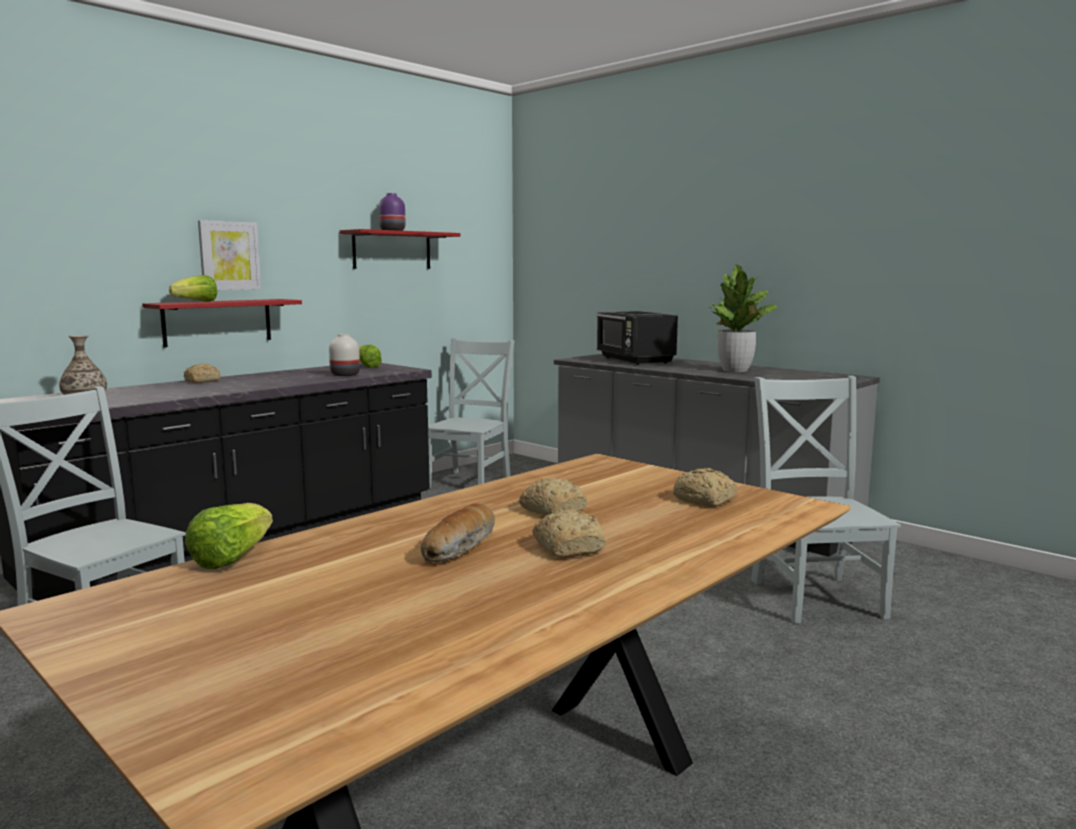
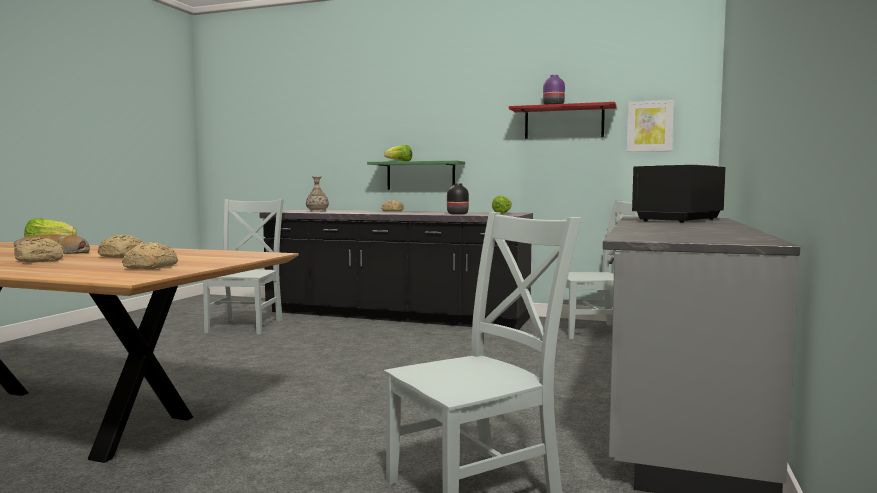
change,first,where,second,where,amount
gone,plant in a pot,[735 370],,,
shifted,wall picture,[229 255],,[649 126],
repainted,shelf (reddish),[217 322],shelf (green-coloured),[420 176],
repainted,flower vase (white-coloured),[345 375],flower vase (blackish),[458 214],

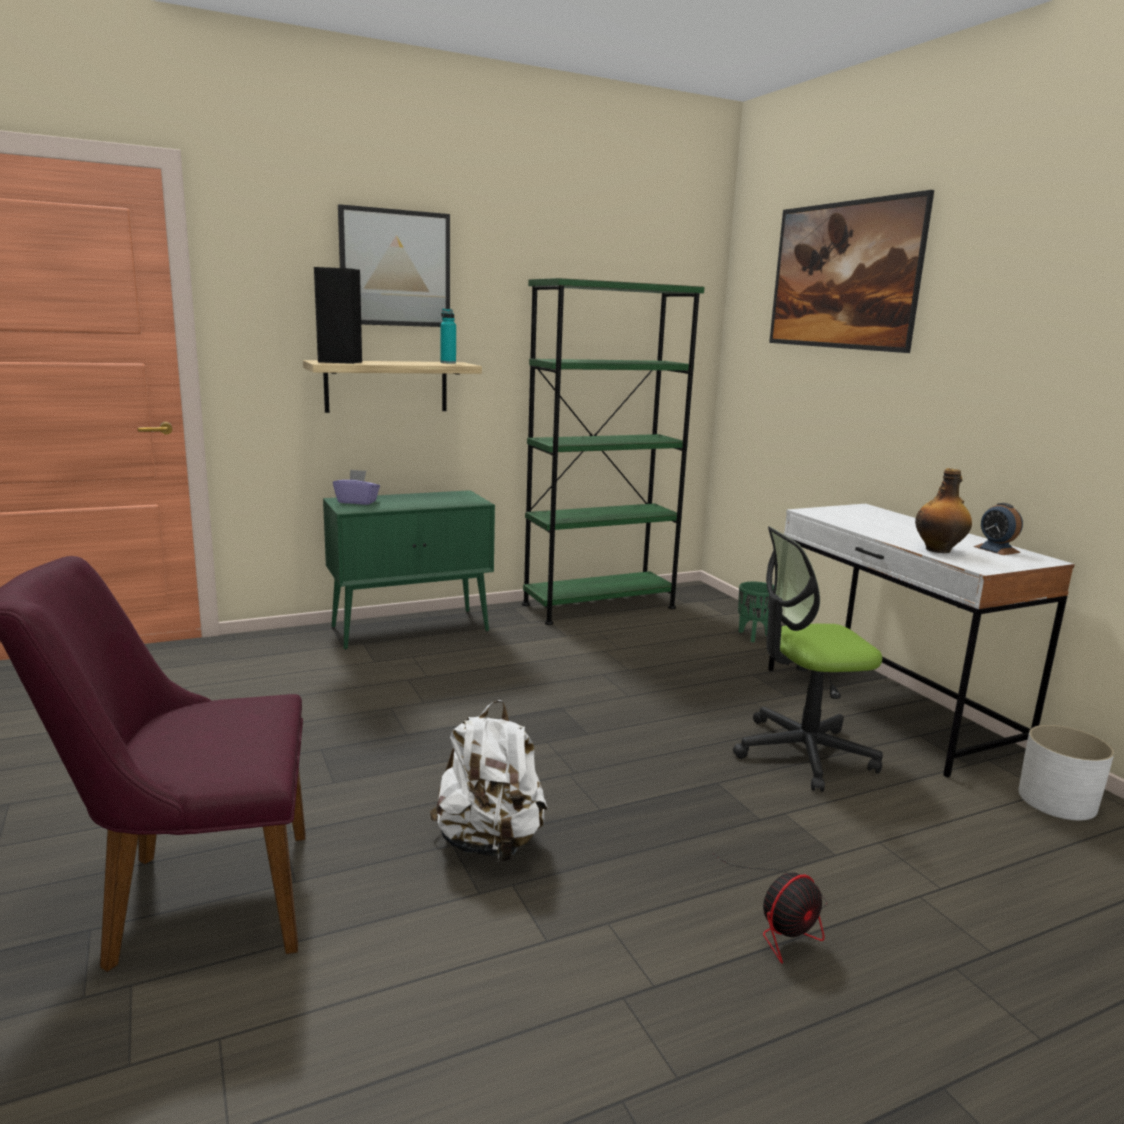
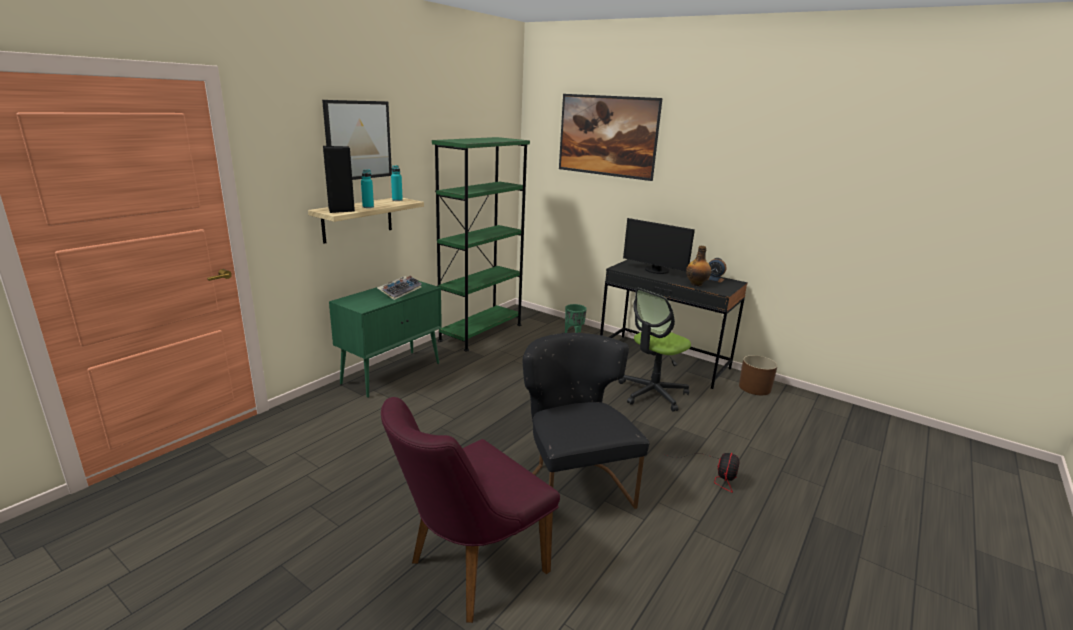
change,first,where,second,where,amount
gone,box of tissues (purple),[357 502],,,
new,,,bottle (turquoise),[368 207],
new,,,keyboard,[400 291],
new,,,computer display,[656 271],
swapped,knapsack (white-coloured),[490 843],upright chair (blackish),[573 484],
repainted,desk unit (white-coloured),[887 709],desk unit (blackish),[663 360],
repainted,plant pot (white-coloured),[1057 801],plant pot (brownish),[755 388],

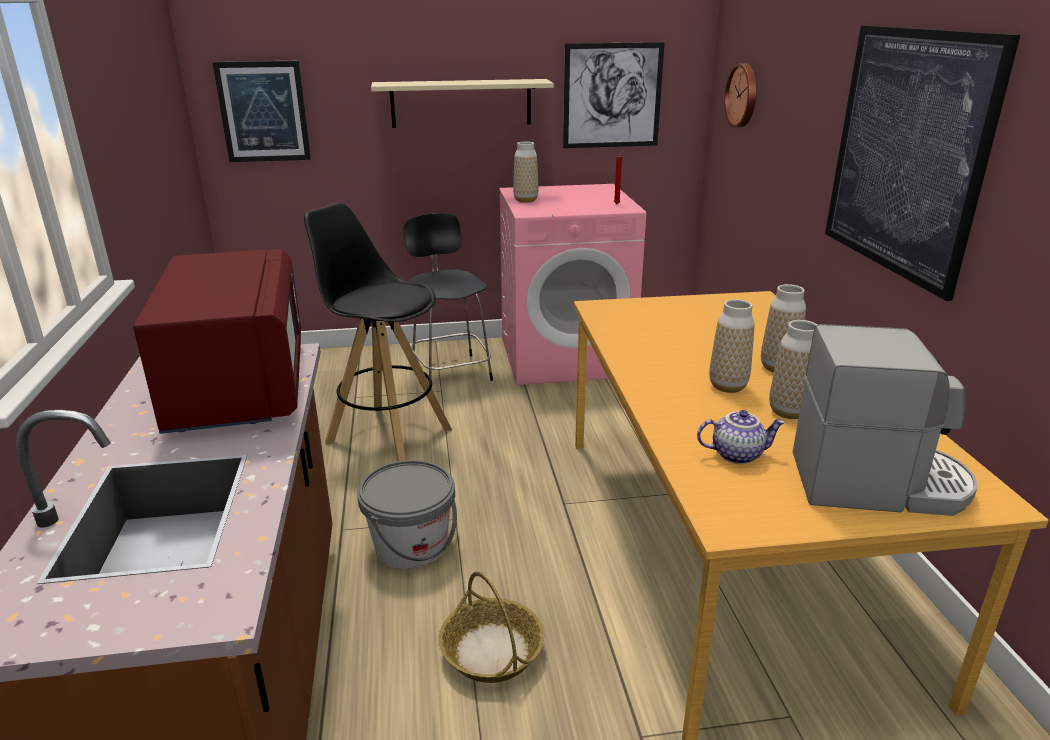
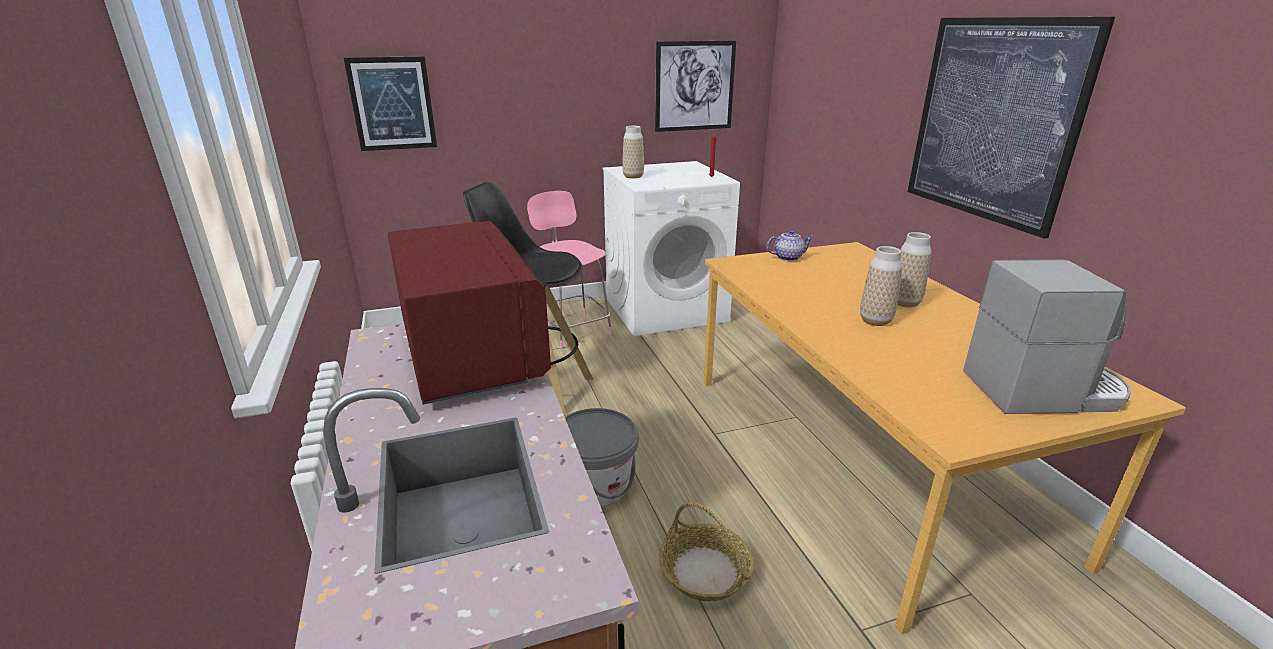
change,first,where,second,where,amount
gone,shelf (sand-coloured),[461 103],,,
gone,clock on the wall,[743 95],,,
gone,flower vase,[789 412],,,
shifted,tea pot,[737 454],,[788 257],
repainted,upright chair (blackish),[450 371],upright chair (pink),[572 329],
repainted,laundry machine (pink),[566 357],laundry machine (white-coloured),[666 309],

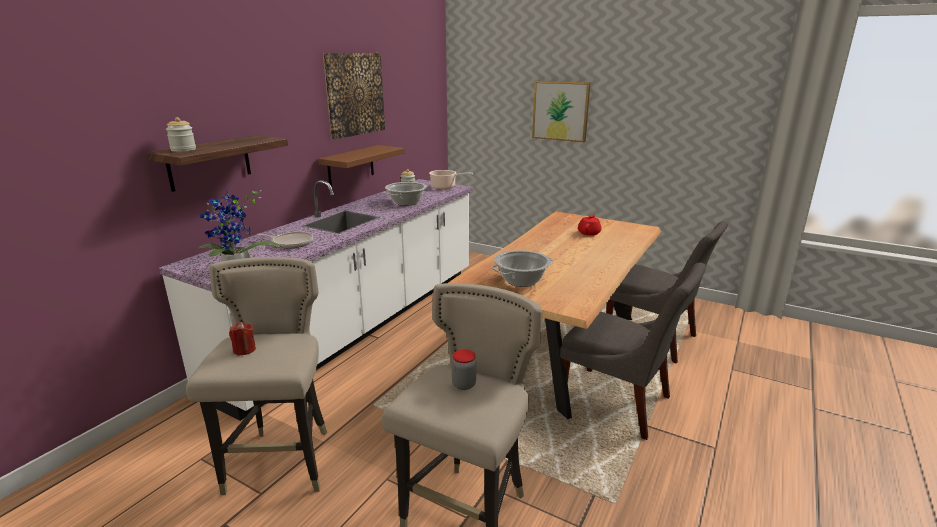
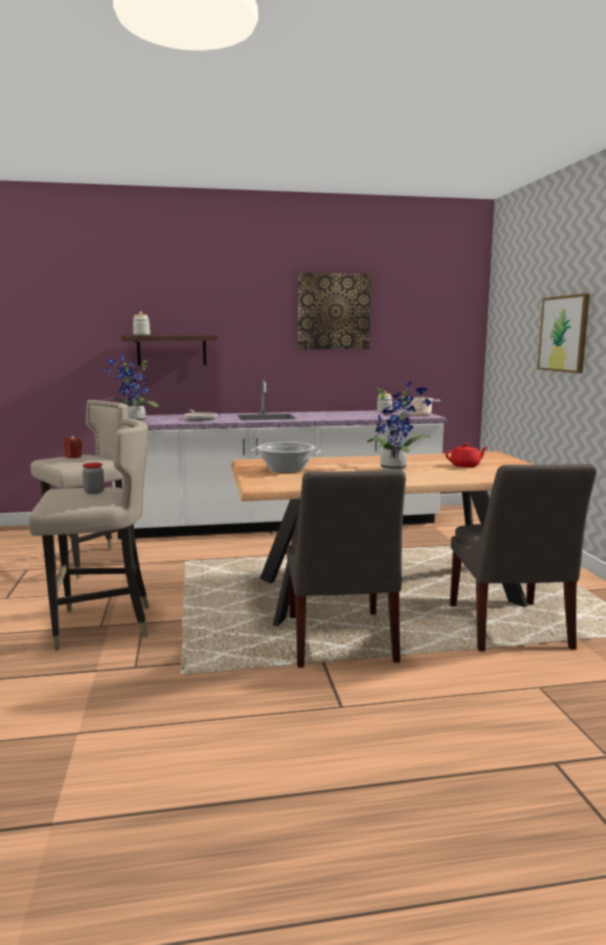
change,first,where,second,where,amount
gone,shelf (brownish),[351 166],,,
gone,cooking pot,[406 202],,,
new,,,plant in a pot,[396 469],

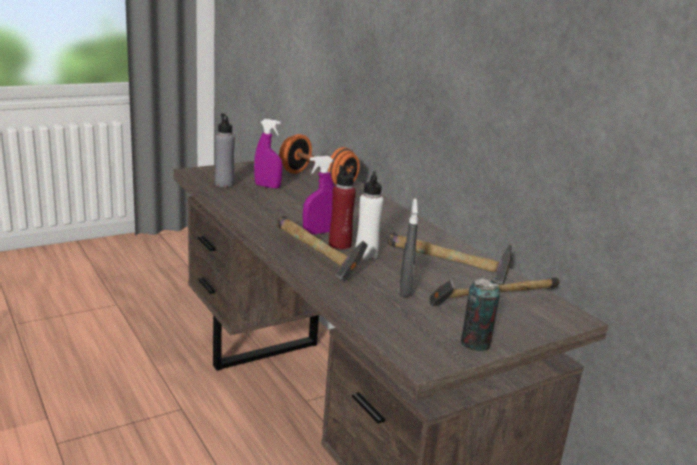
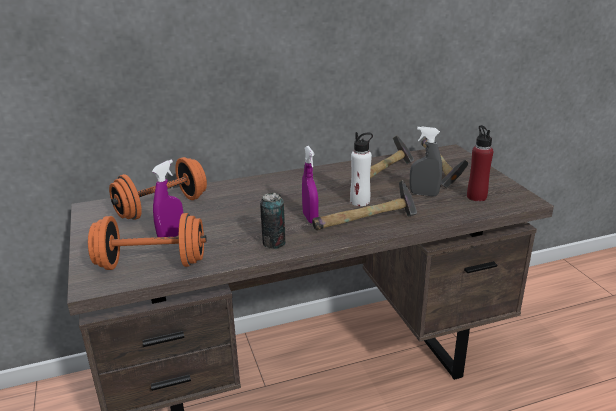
change,first,where,second,where,amount
shifted,bottle (reddish),[340 244],,[476 197],
shifted,sealed can,[475 343],,[274 243],
swapped,bottle (greyish),[224 184],dumbbell (orange),[151 263],

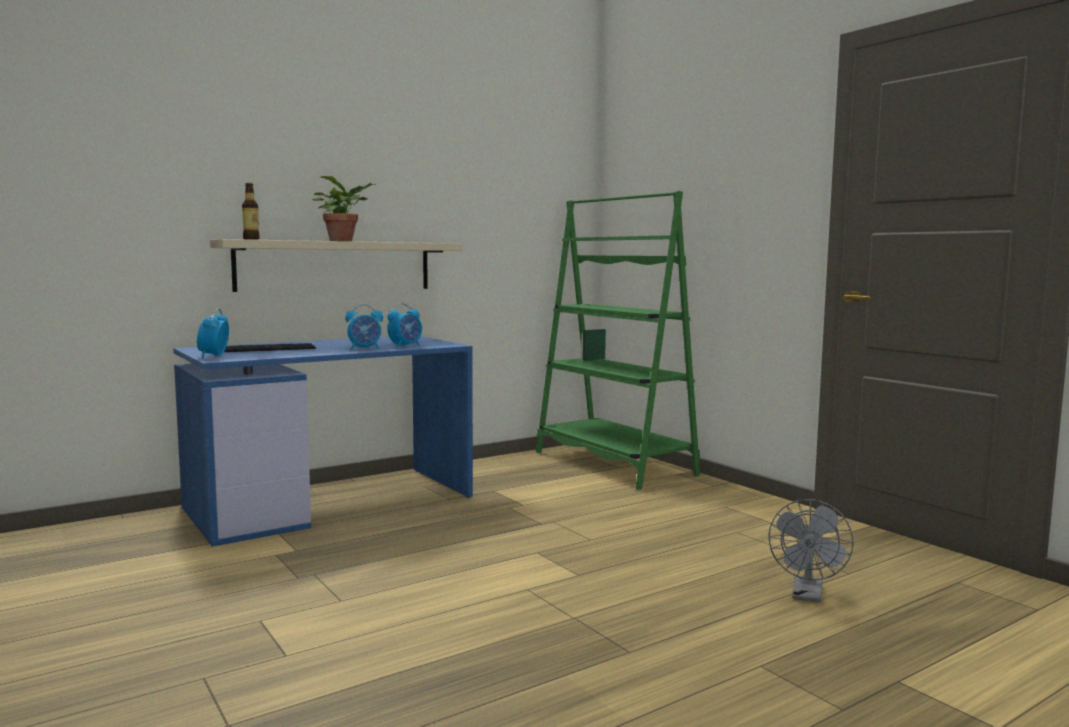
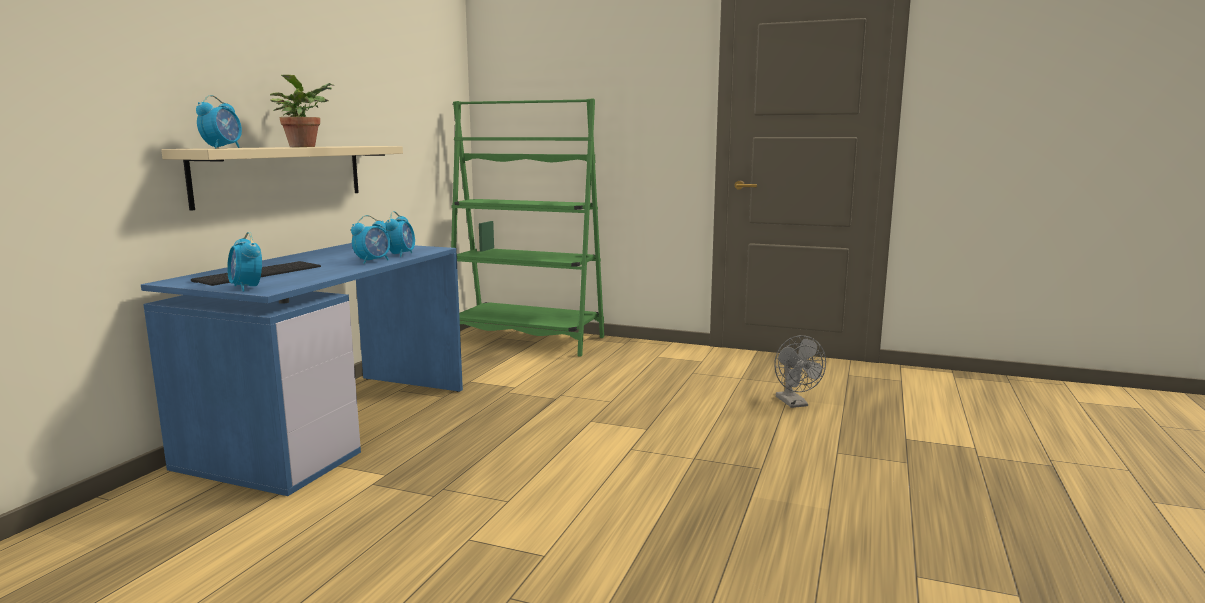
change,first,where,second,where,amount
swapped,bottle,[251 239],bedside clock,[223 148],

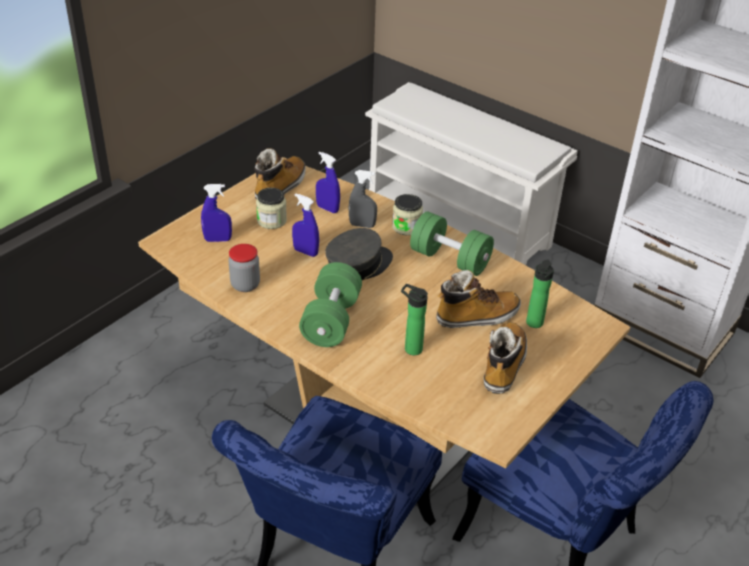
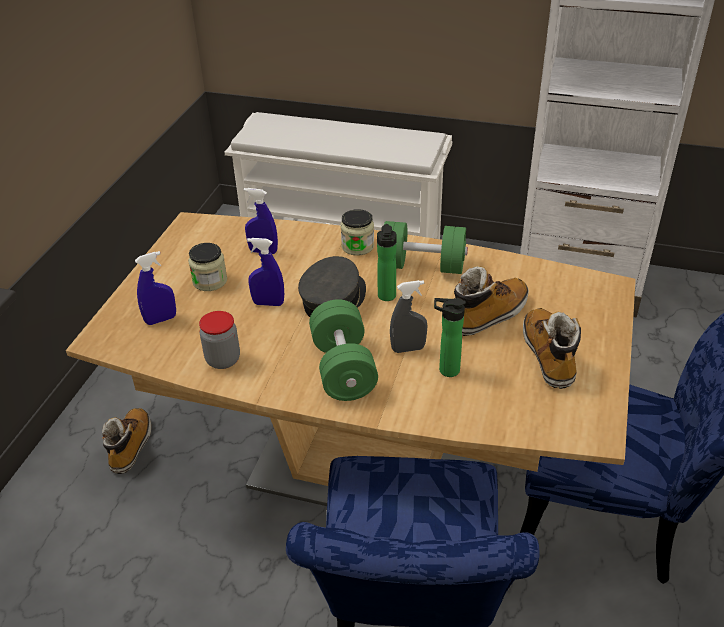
change,first,where,second,where,amount
shifted,boot,[280 187],,[131 446],
shifted,hand sprayer (greyish),[362 225],,[408 349],
shifted,bottle,[533 324],,[387 297],

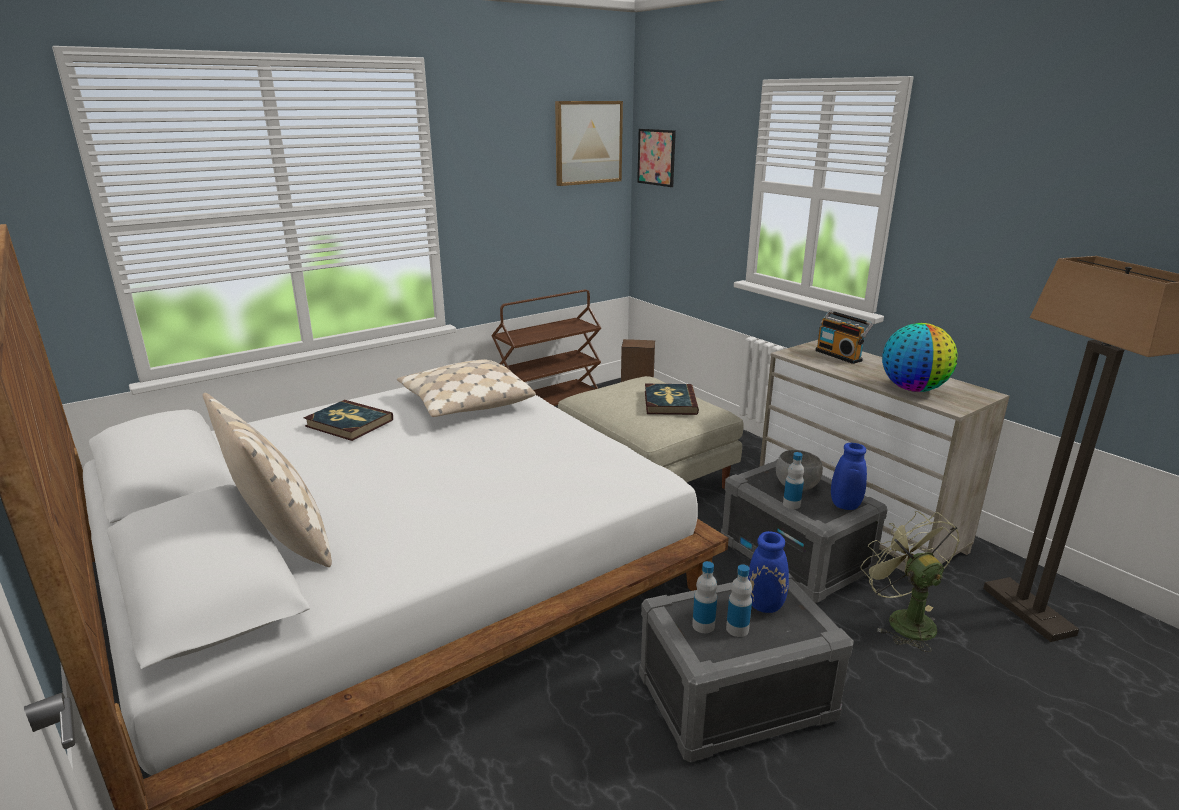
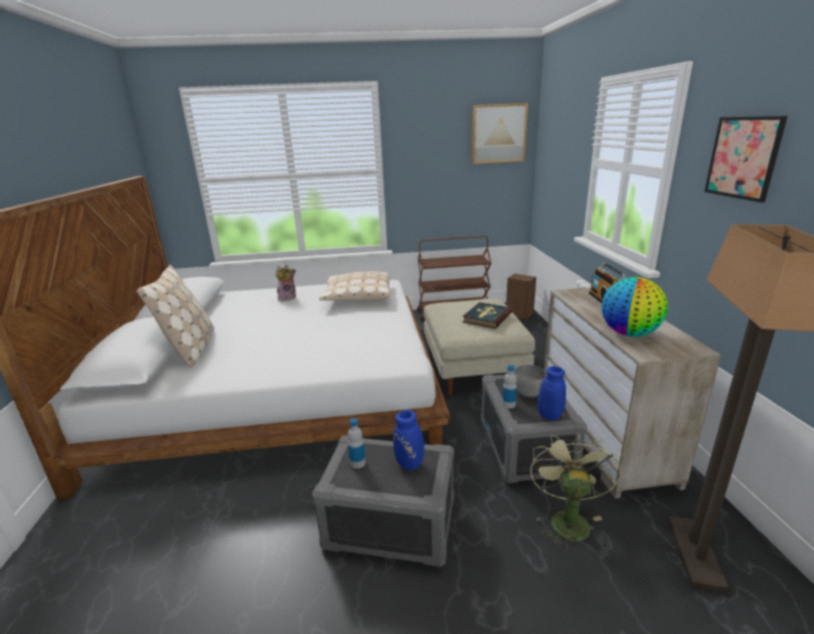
change,first,where,second,where,amount
gone,bottle,[737 629],,,
shifted,wall picture,[656 157],,[743 157],
swapped,book,[349 423],soft toy,[287 297],

